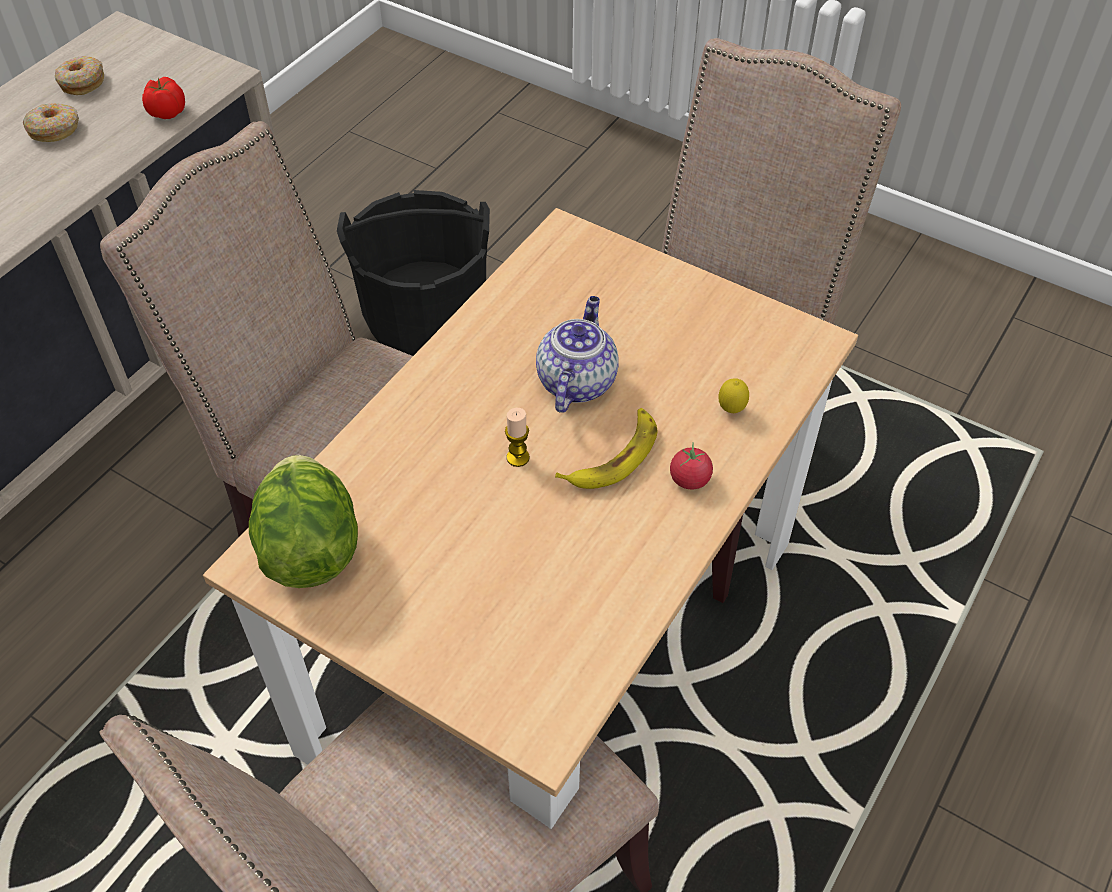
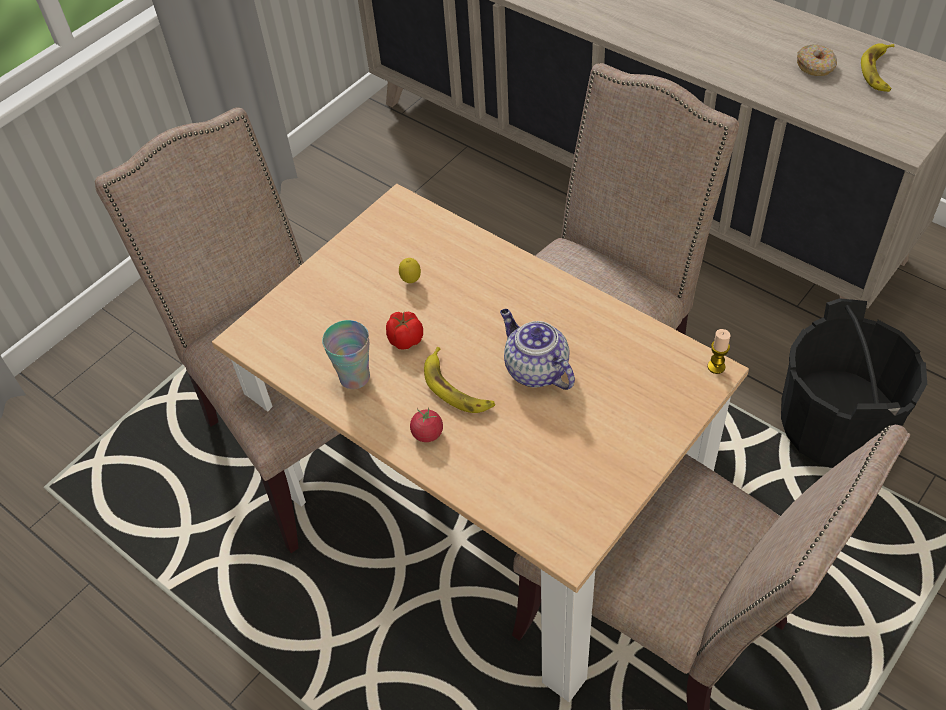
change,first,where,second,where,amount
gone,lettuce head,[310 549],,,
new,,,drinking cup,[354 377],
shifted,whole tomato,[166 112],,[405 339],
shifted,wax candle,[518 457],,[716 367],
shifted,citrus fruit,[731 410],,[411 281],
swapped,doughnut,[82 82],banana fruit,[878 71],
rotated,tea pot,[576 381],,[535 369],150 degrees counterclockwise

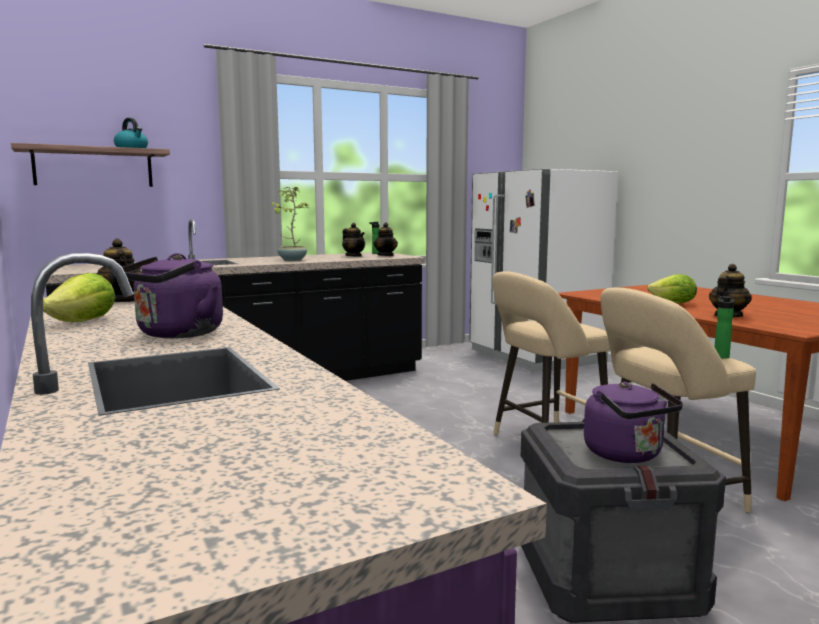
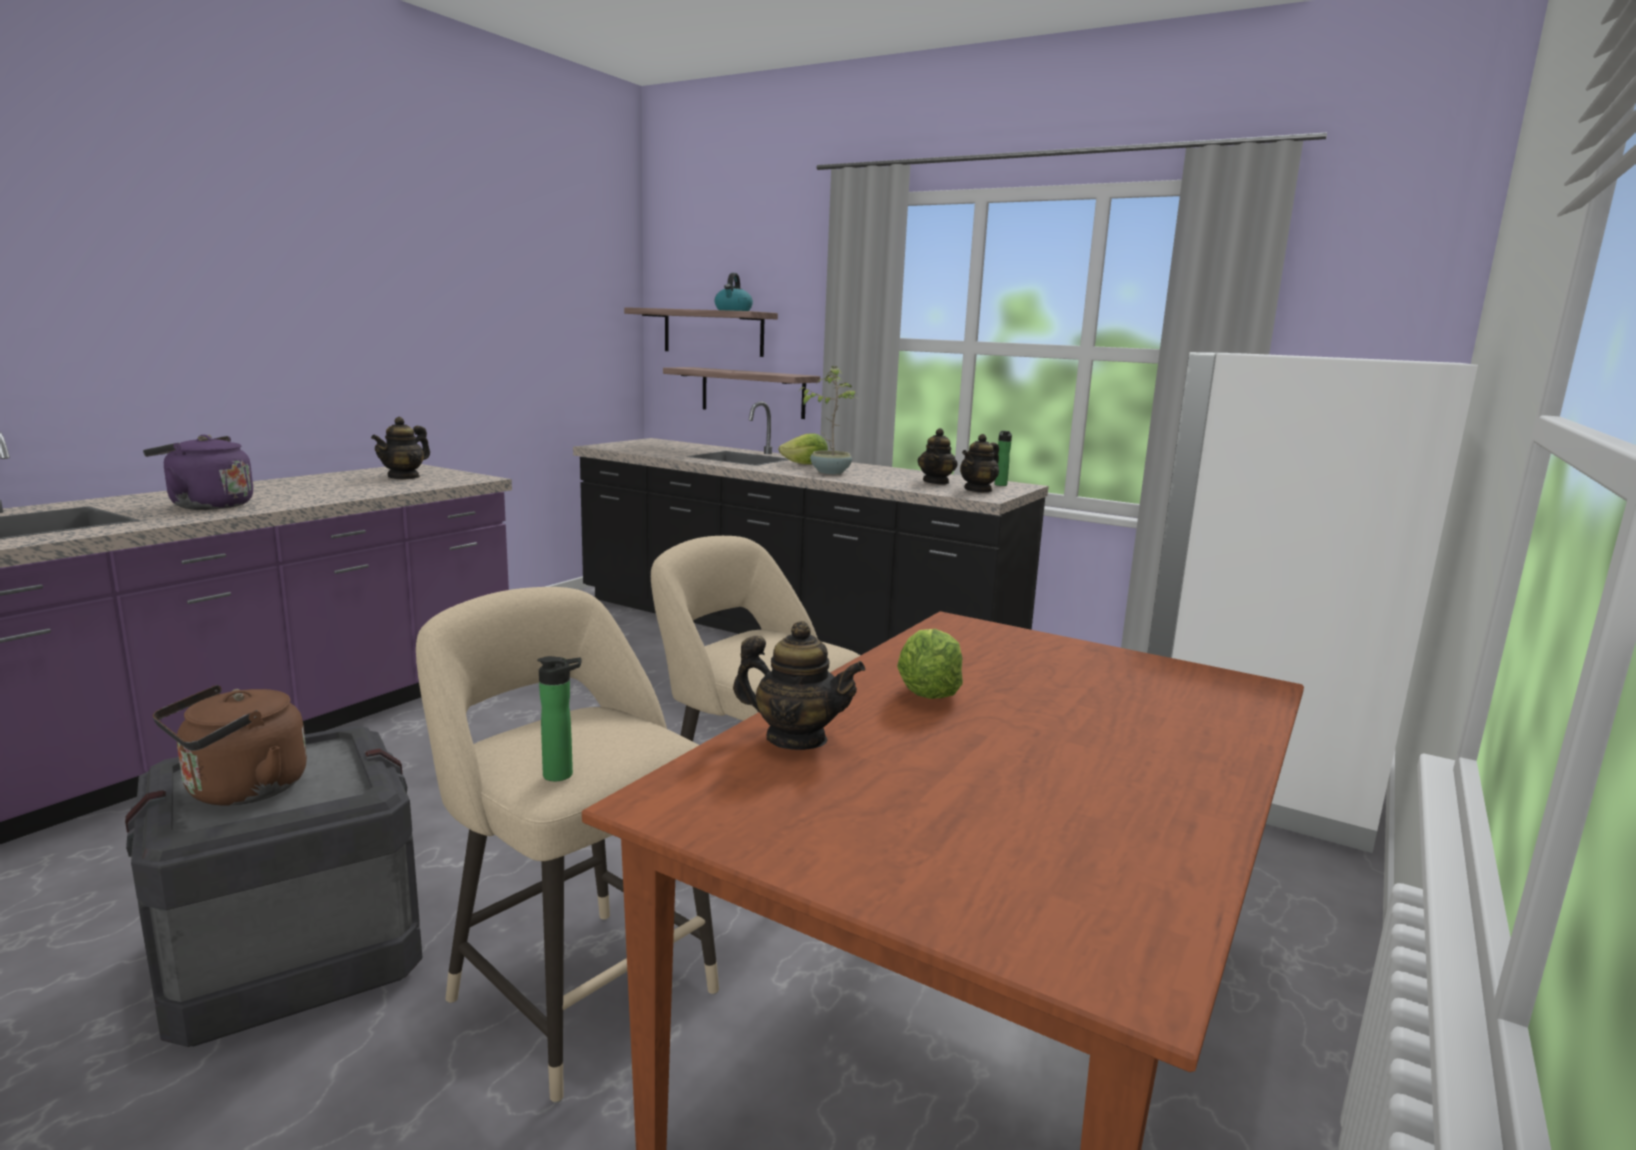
change,first,where,second,where,amount
new,,,shelf,[752 392],
shifted,lettuce head,[84 322],,[805 464],
repainted,water kettle (purple),[627 455],water kettle (brownish),[240 791],

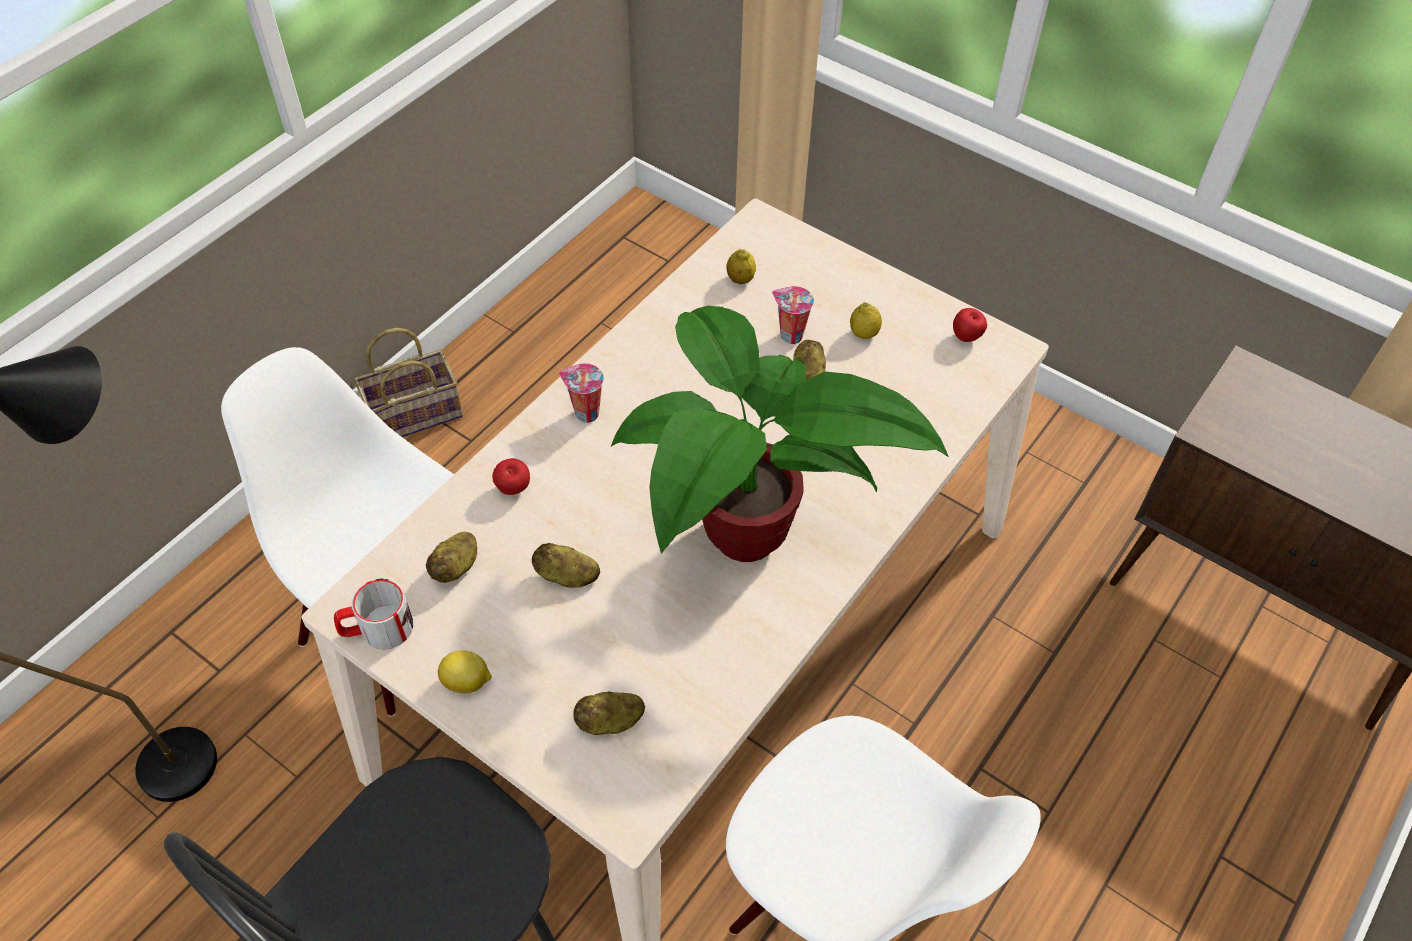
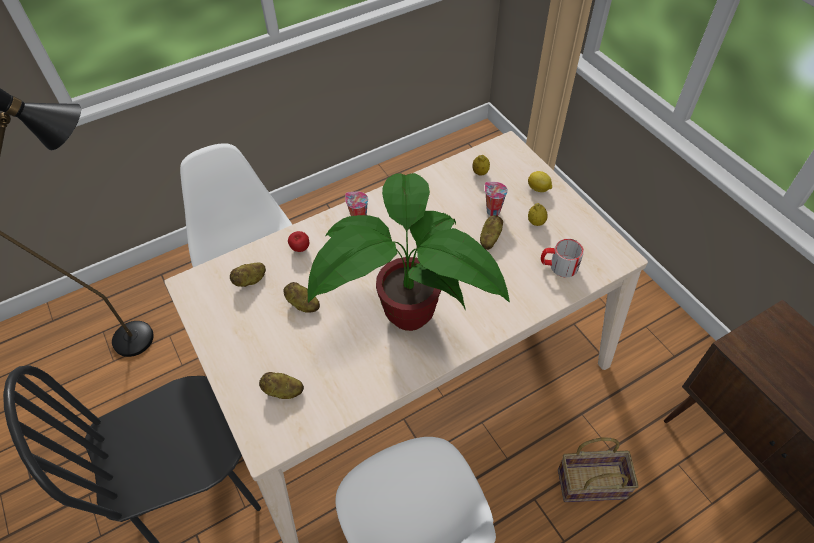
change,first,where,second,where,amount
gone,apple,[966 338],,,
shifted,tea mug,[377 629],,[558 266],
shifted,basket,[416 412],,[593 482],
shifted,citrus fruit,[467 682],,[538 189],

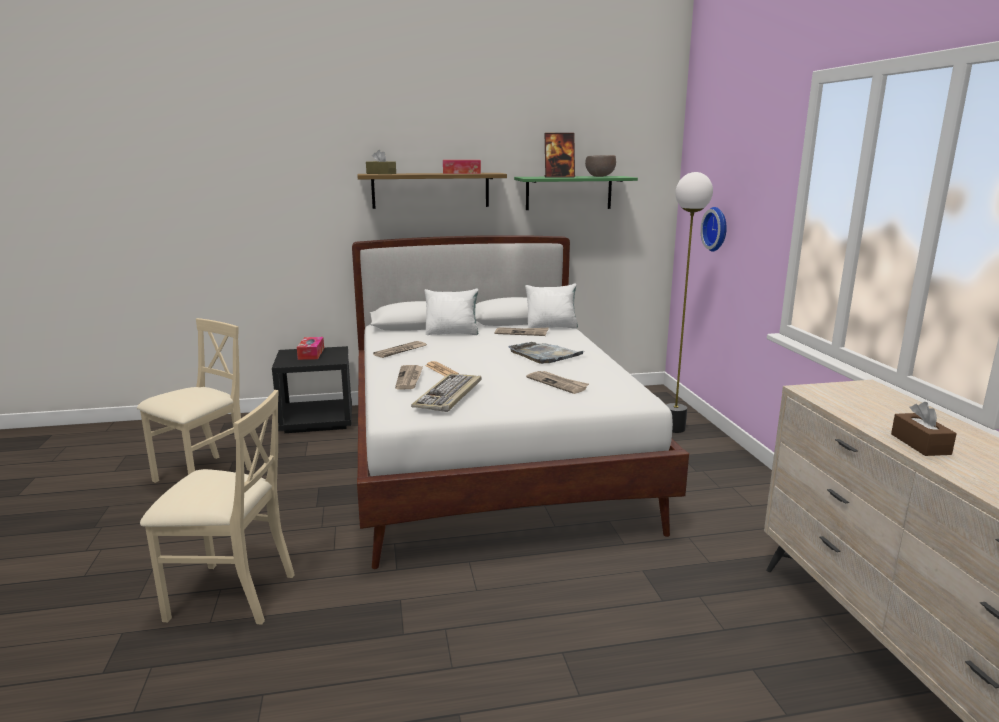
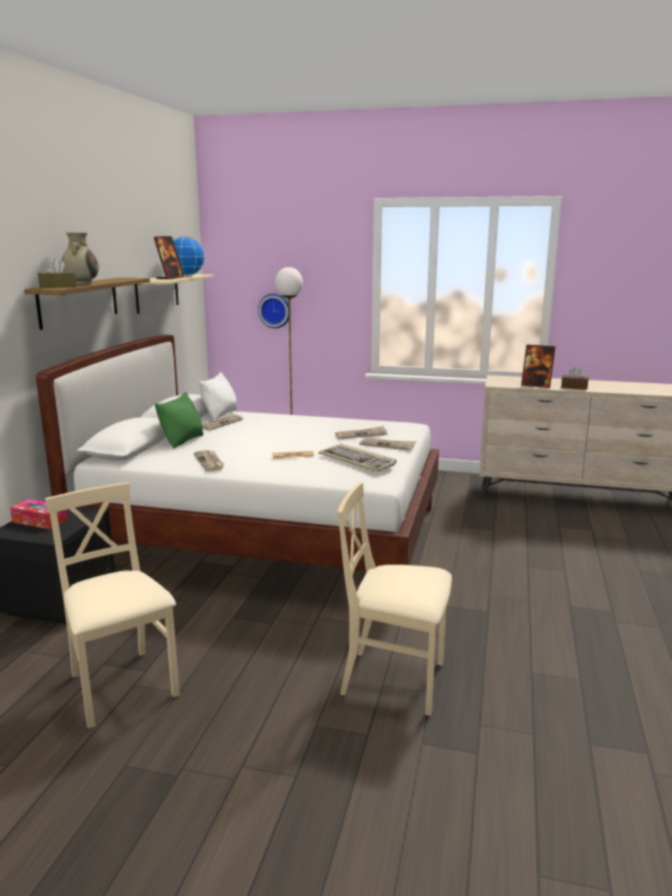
change,first,where,second,where,amount
gone,box of tissues,[461 173],,,
gone,tray (greyish),[545 355],,,
new,,,flower vase (sand-coloured),[82 283],
new,,,picture frame,[536 385],
shifted,newspaper,[409 379],,[388 445],
swapped,serving bowl (brownish),[600 176],globe,[186 275],
repainted,throw pillow (white-coloured),[452 333],throw pillow (green-coloured),[182 441],
repainted,shelf (green-coloured),[568 193],shelf (sand-coloured),[157 293],
rotated,upright chair (sand-coloured),[230 595],,[395 679],105 degrees counterclockwise

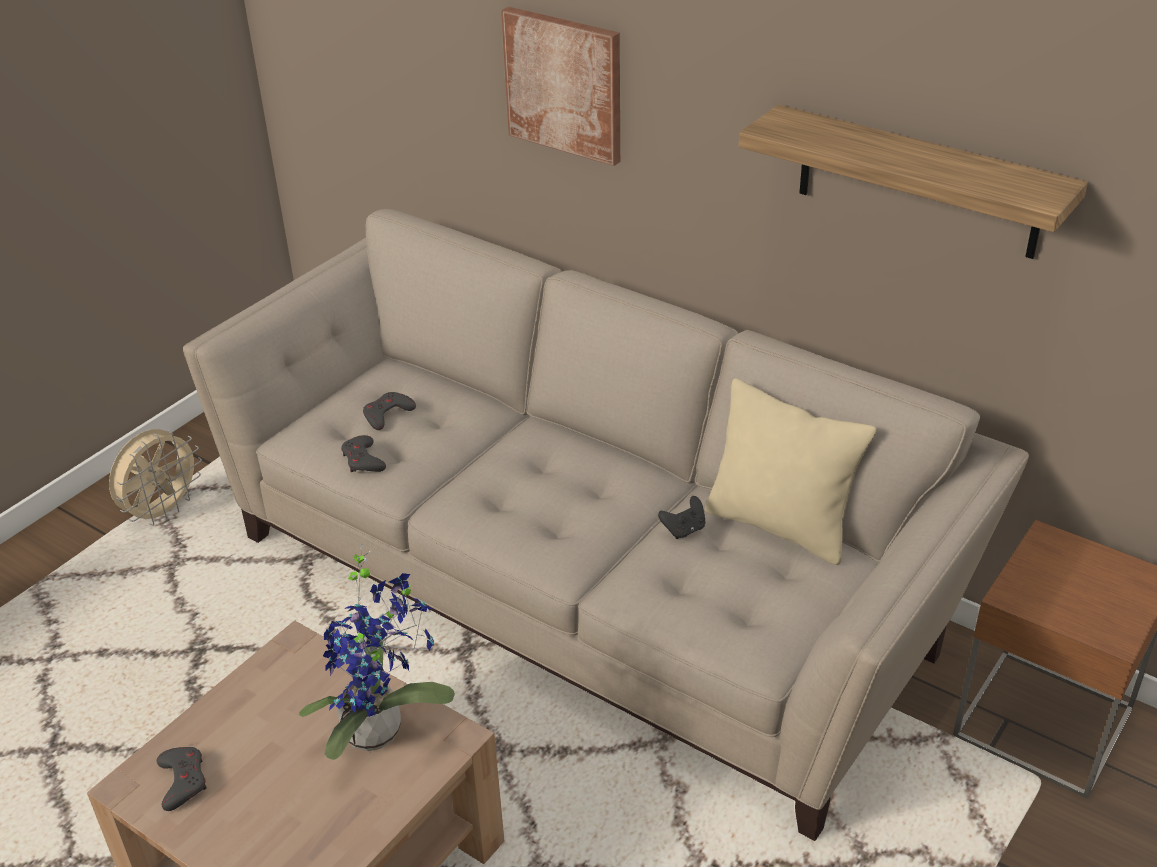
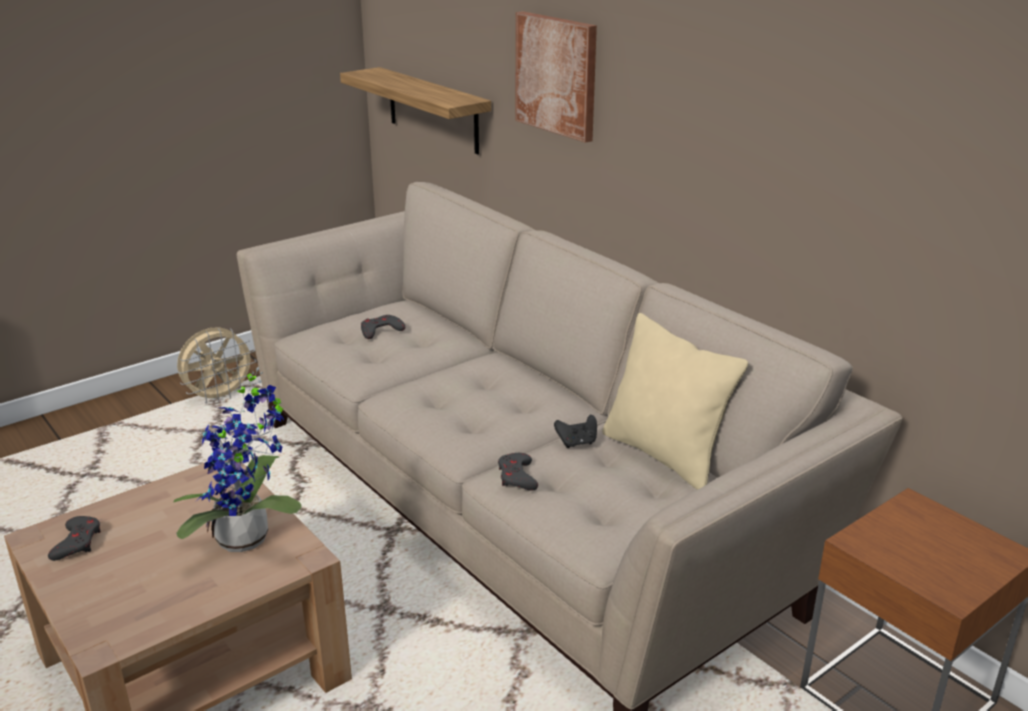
change,first,where,second,where,amount
shifted,gamepad (greyish),[363 460],,[517 476],
shifted,shelf,[918 182],,[432 110],

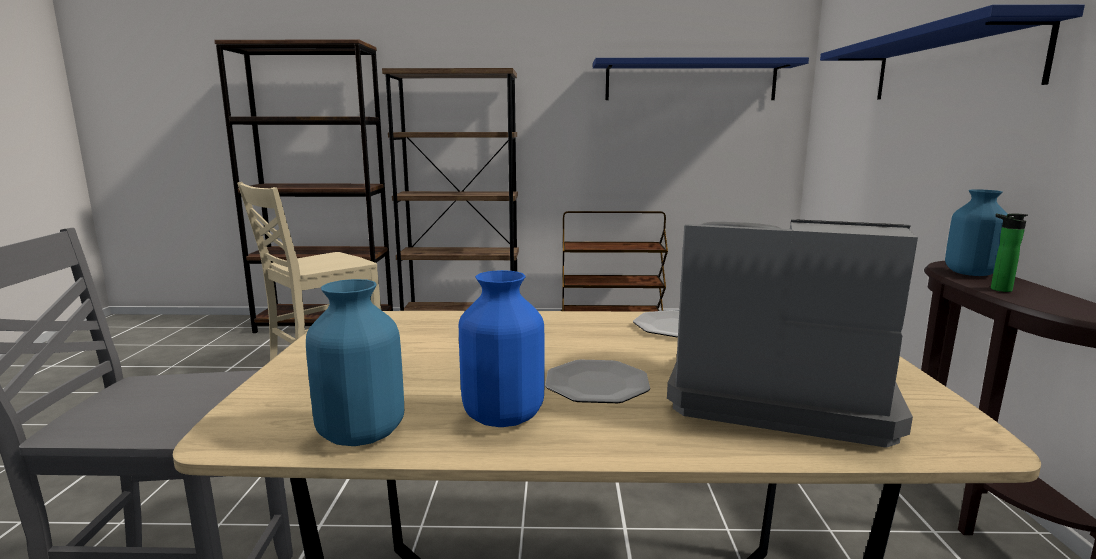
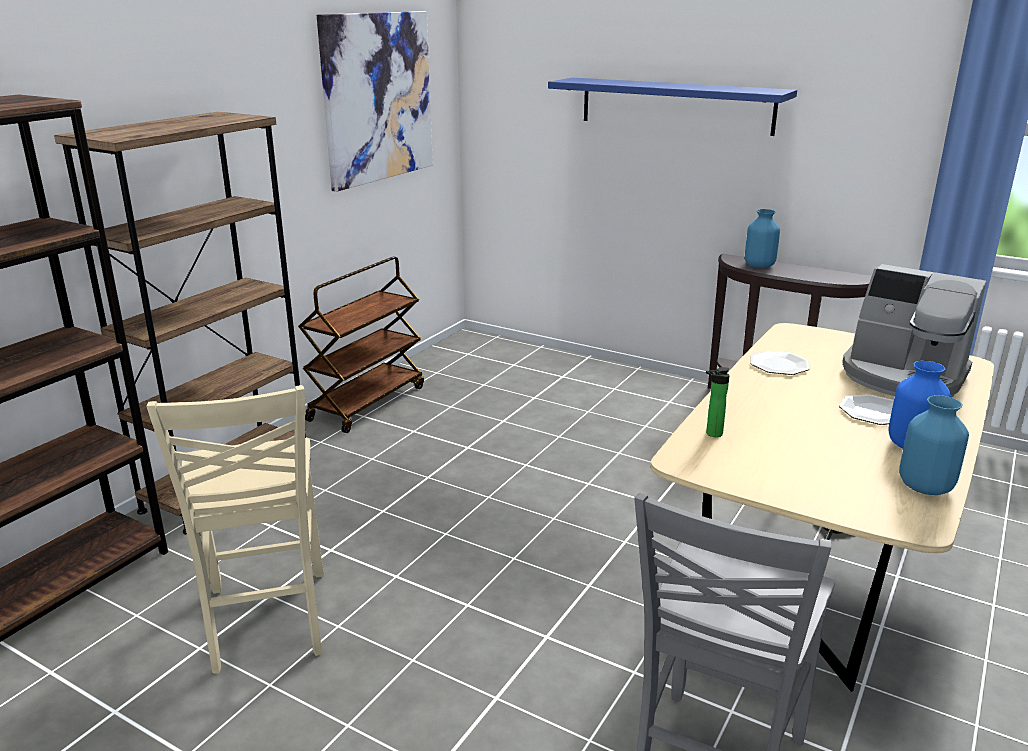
change,first,where,second,where,amount
shifted,bottle,[997 289],,[712 434],
swapped,shelf (blue-coloured),[690 81],wall picture,[378 98],
rotated,coffee brewer,[775 393],,[903 377],105 degrees counterclockwise

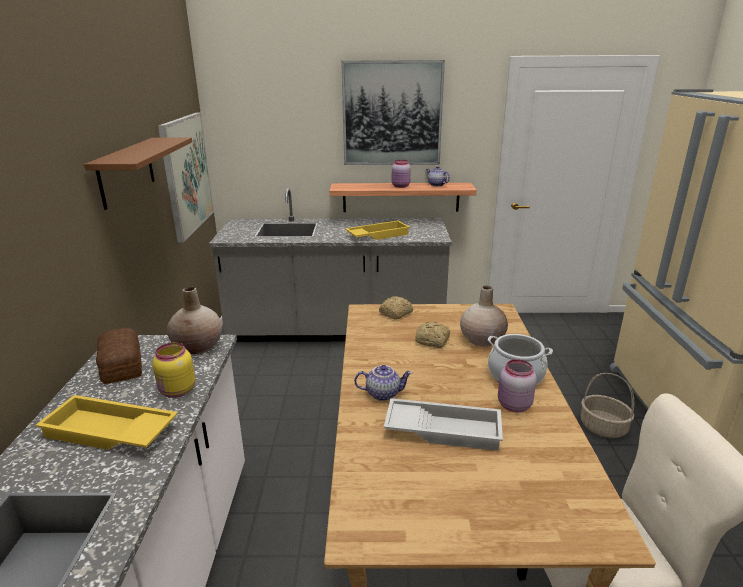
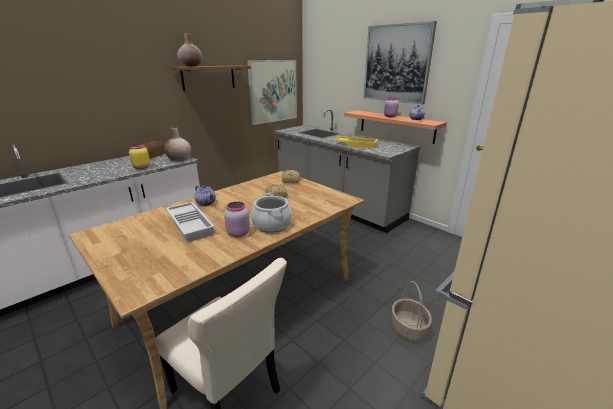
change,first,where,second,where,amount
gone,tray (yellow),[108 433],,,
shifted,flower vase (sand-coloured),[482 339],,[191 66],

